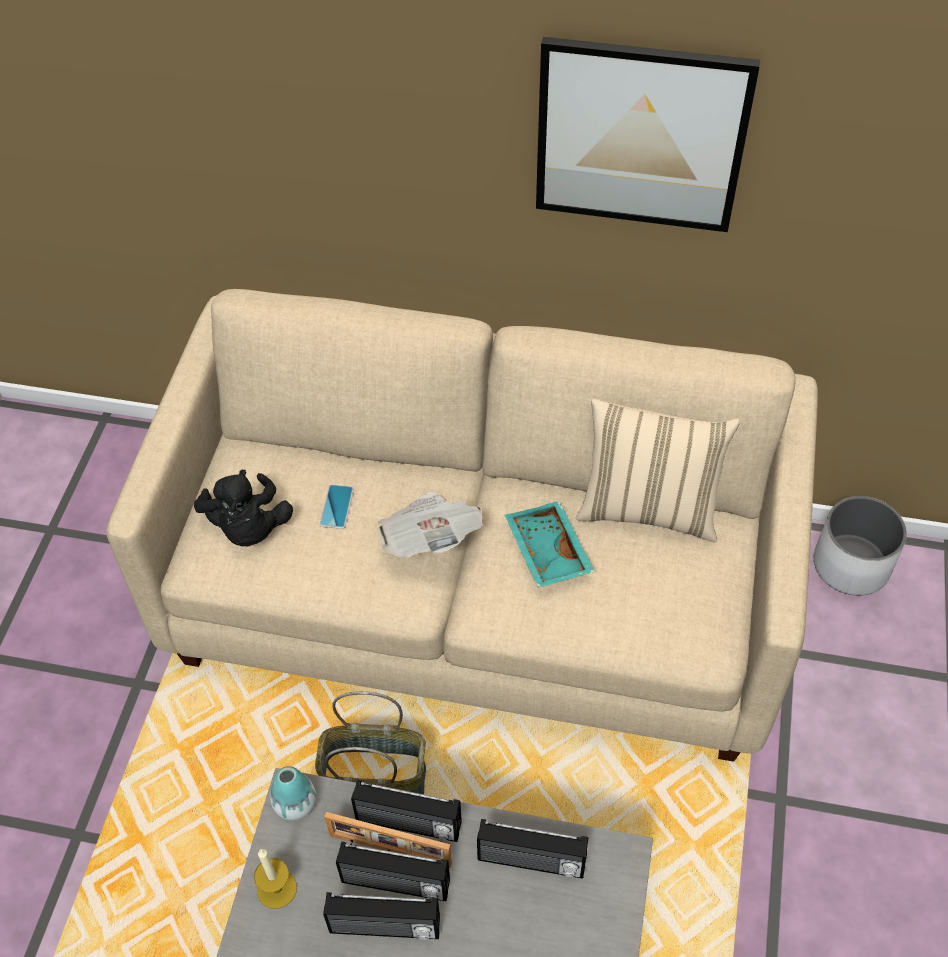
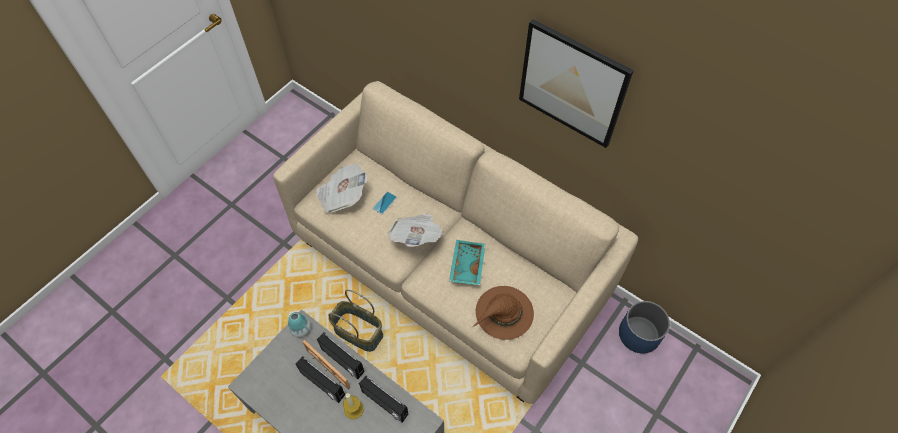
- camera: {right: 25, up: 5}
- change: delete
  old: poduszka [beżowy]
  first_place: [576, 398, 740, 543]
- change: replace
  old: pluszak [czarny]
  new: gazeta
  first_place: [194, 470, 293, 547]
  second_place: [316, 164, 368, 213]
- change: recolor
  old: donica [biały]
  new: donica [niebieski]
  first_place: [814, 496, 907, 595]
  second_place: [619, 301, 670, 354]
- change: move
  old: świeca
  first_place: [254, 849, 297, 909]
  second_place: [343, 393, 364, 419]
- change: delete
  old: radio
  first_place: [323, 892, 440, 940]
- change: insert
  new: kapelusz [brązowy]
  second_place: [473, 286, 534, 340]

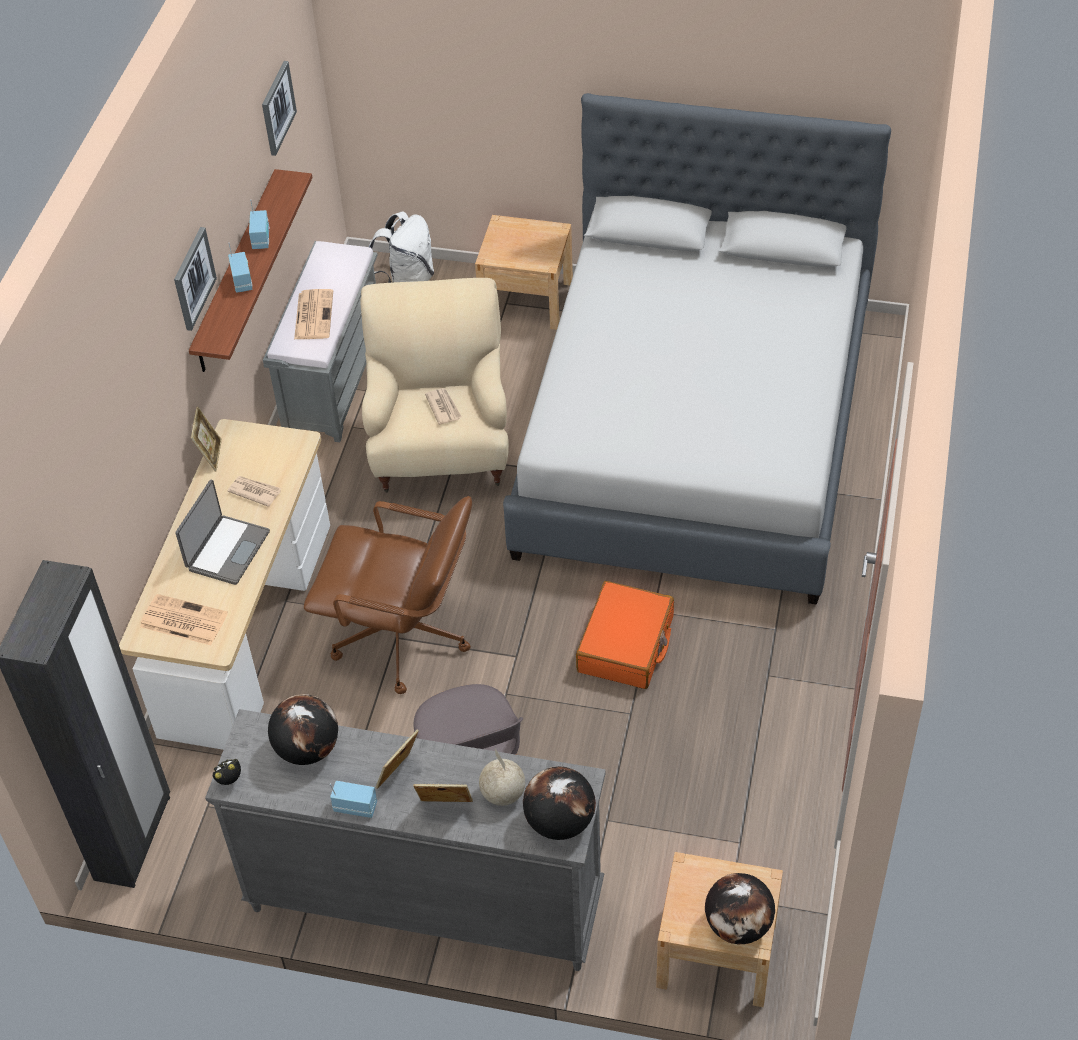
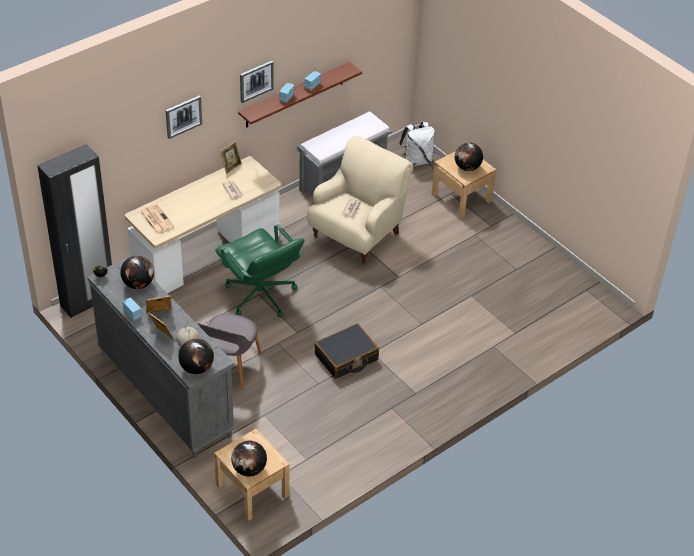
- camera: {right: 35, up: -5}
- change: move
  old: obraz
  first_place: [262, 61, 297, 156]
  second_place: [166, 96, 202, 139]
- change: delete
  old: łóżko [szary]
  first_place: [503, 93, 891, 605]
- change: delete
  old: gazeta
  first_place: [294, 289, 333, 340]
- change: delete
  old: laptop
  first_place: [175, 480, 270, 585]
- change: recolor
  old: krzesło biurowe [brązowy]
  new: krzesło biurowe [zielony]
  first_place: [304, 496, 472, 694]
  second_place: [215, 224, 305, 317]
- change: recolor
  old: walizka [pomarańczowy]
  new: walizka [czarny]
  first_place: [576, 581, 674, 689]
  second_place: [314, 324, 379, 379]
- change: insert
  new: globus
  second_place: [455, 143, 483, 171]

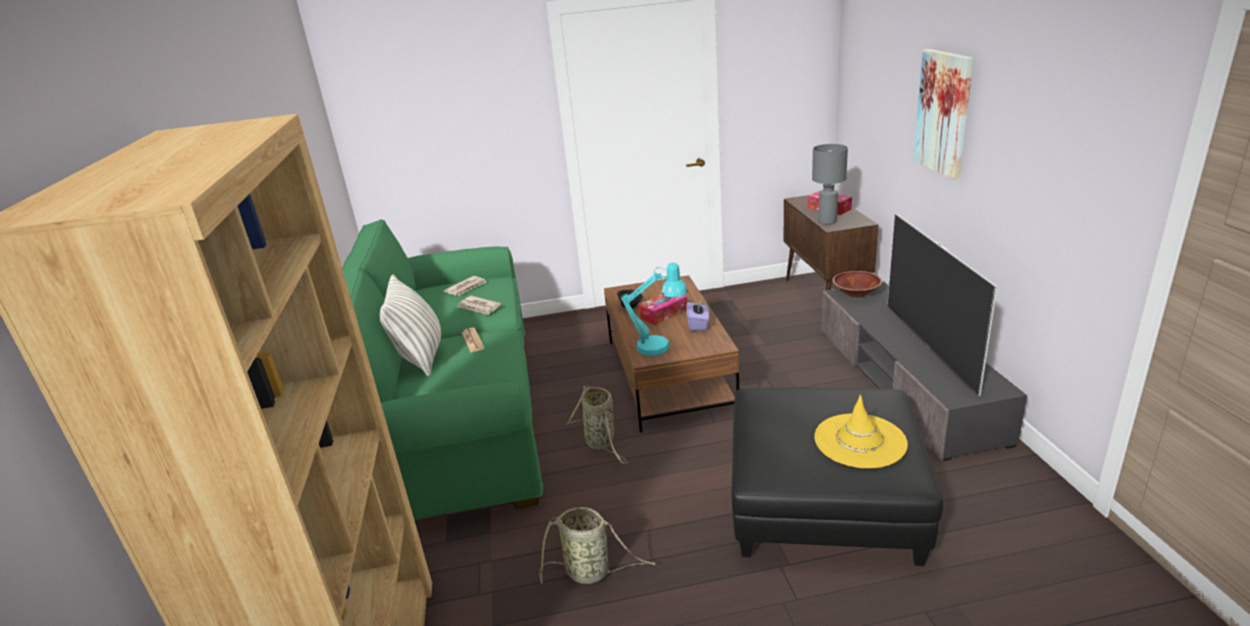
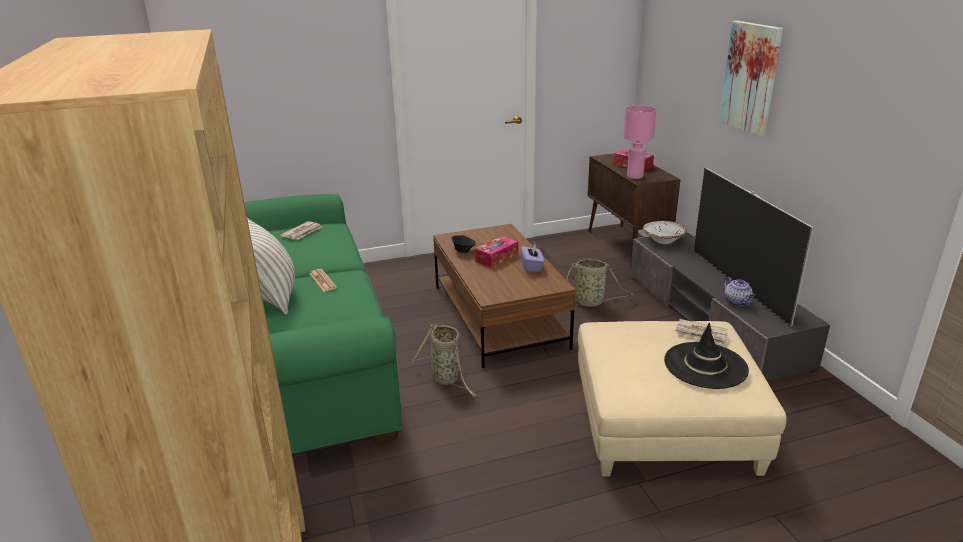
- camera: {right: -10, up: 0}
- change: recolor
  old: lampa stołowa [szary]
  new: lampa stołowa [różowy]
  first_place: [812, 144, 848, 225]
  second_place: [623, 105, 656, 179]
- change: delete
  old: lampa stołowa [turkusowy]
  first_place: [621, 263, 688, 356]
- change: recolor
  old: miska [brązowy]
  new: miska [biały]
  first_place: [832, 271, 883, 297]
  second_place: [643, 221, 687, 244]
- change: move
  old: gazeta
  first_place: [457, 296, 501, 315]
  second_place: [675, 319, 728, 345]
- change: recolor
  old: pufa [czarny]
  new: pufa [beżowy]
  first_place: [732, 387, 943, 566]
  second_place: [578, 321, 787, 476]
- change: recolor
  old: kapelusz [żółty]
  new: kapelusz [czarny]
  first_place: [814, 395, 908, 469]
  second_place: [664, 323, 749, 389]
- change: move
  old: koszyk
  first_place: [539, 507, 656, 584]
  second_place: [566, 259, 633, 307]
- change: insert
  new: imbryk
  second_place: [724, 277, 756, 306]

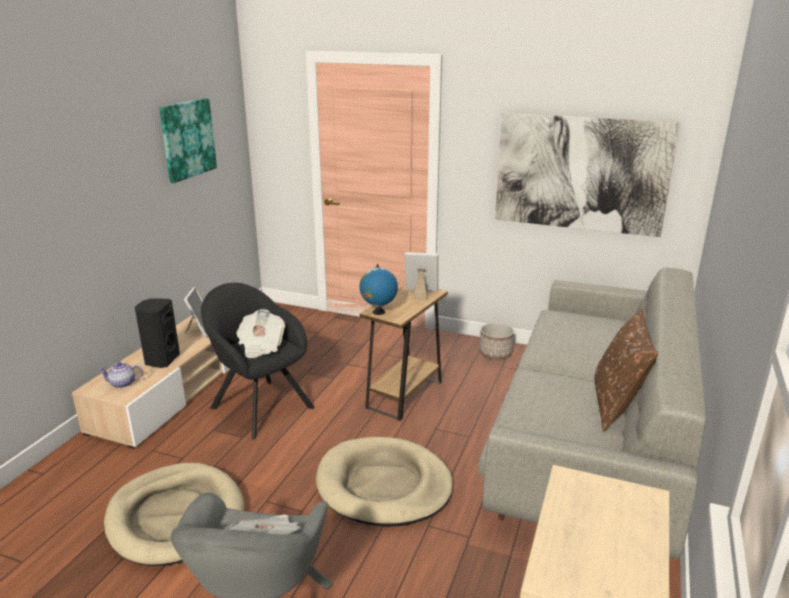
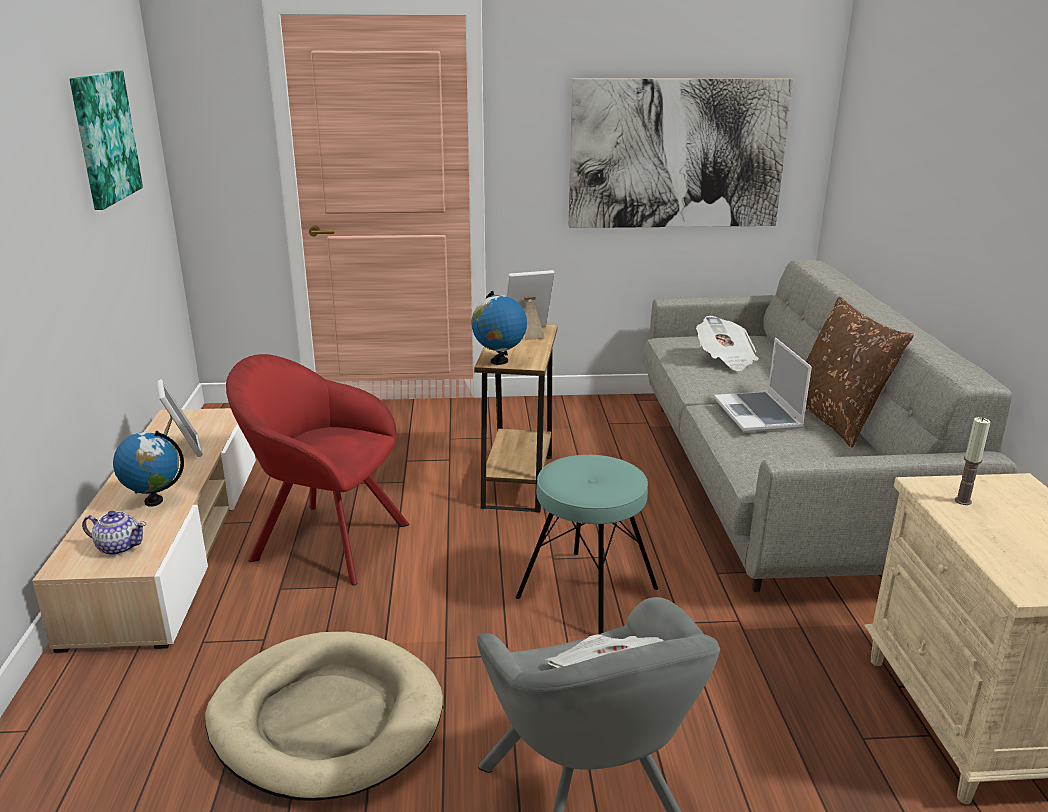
- camera: {right: -25, up: 0}
- change: recolor
  old: fotel [czarny]
  new: fotel [czerwony]
  first_place: [201, 283, 315, 439]
  second_place: [226, 354, 409, 585]
- change: replace
  old: głośnik [czarny]
  new: globus
  first_place: [135, 299, 180, 368]
  second_place: [113, 431, 184, 507]
- change: move
  old: gazeta
  first_place: [236, 309, 285, 358]
  second_place: [696, 316, 759, 371]
- change: delete
  old: donica
  first_place: [479, 323, 514, 359]
- change: rotate
  old: imbryk
  first_place: [98, 362, 143, 388]
  second_place: [82, 511, 146, 555]
  degrees: -135
- change: replace
  old: legowisko [beżowy]
  new: stołek [turkusowy]
  first_place: [316, 437, 453, 527]
  second_place: [516, 455, 658, 634]
- change: insert
  new: laptop
  second_place: [714, 338, 812, 432]
- change: insert
  new: świeca
  second_place: [955, 417, 990, 505]

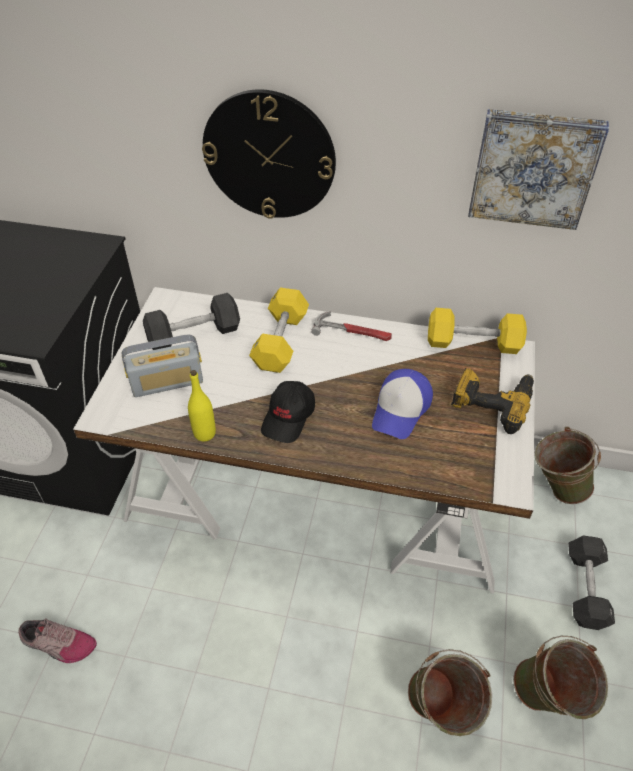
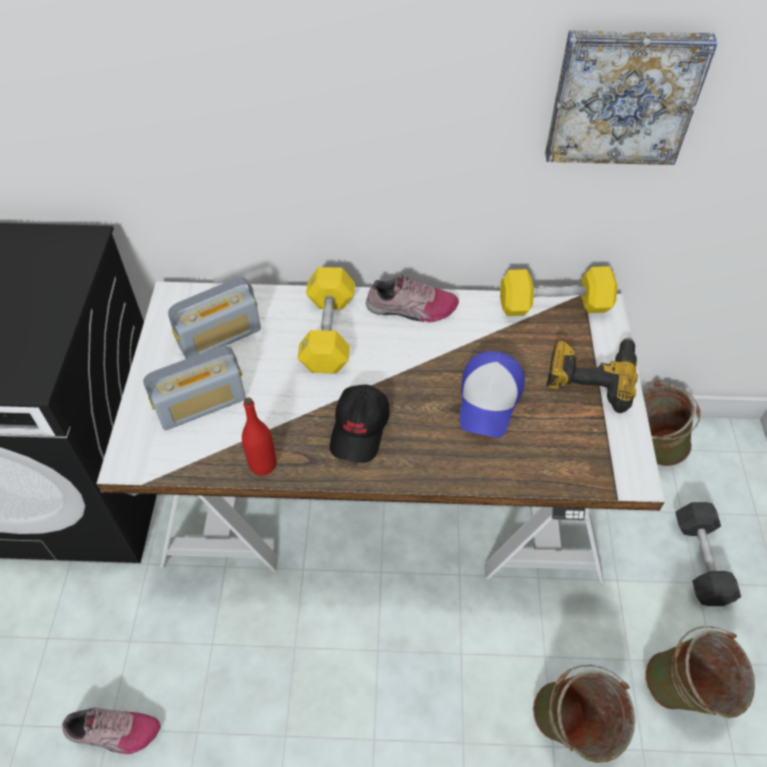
- camera: {right: -10, up: 5}
- change: delete
  old: zegar ścienny
  first_place: [202, 89, 336, 219]
- change: replace
  old: hantel [czarny]
  new: radio
  first_place: [143, 293, 240, 350]
  second_place: [168, 277, 261, 359]
- change: replace
  old: młotek
  new: but
  first_place: [311, 311, 392, 341]
  second_place: [366, 274, 459, 322]
- change: recolor
  old: butelka [żółty]
  new: butelka [czerwony]
  first_place: [188, 370, 216, 441]
  second_place: [242, 397, 276, 476]

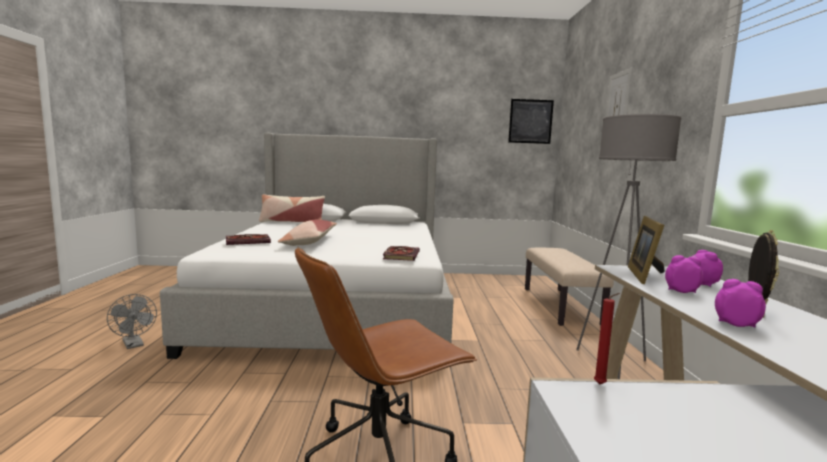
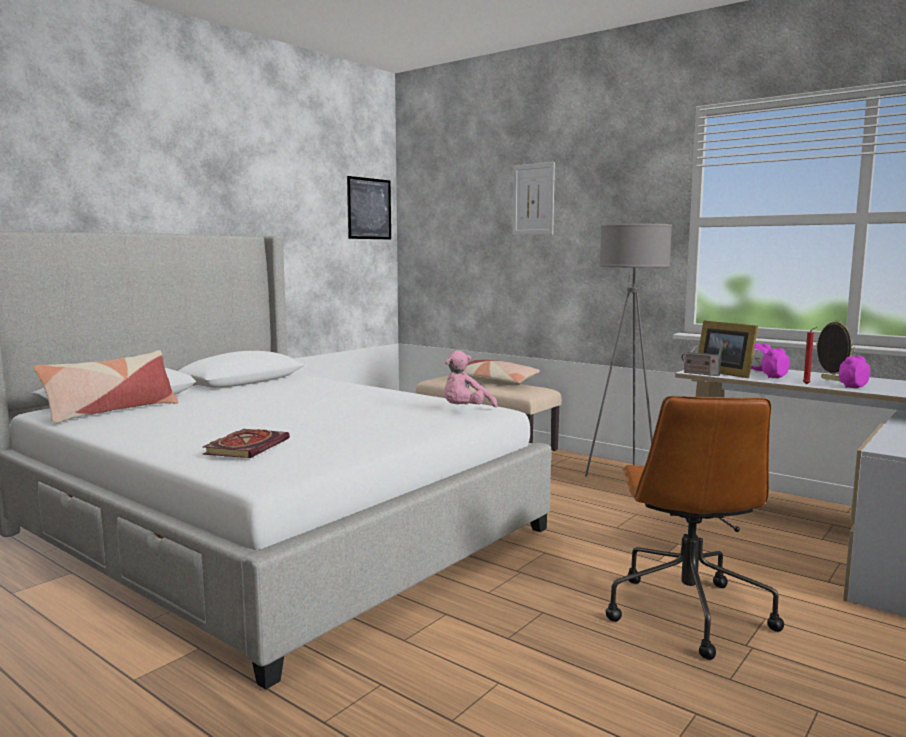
- camera: {right: -50, up: 0}
- change: move
  old: poduszka
  first_place: [278, 220, 337, 246]
  second_place: [463, 360, 540, 385]
- change: replace
  old: książka
  new: pluszak [różowy]
  first_place: [383, 246, 420, 261]
  second_place: [444, 350, 497, 408]
- change: move
  old: świeca [czerwony]
  first_place: [594, 293, 620, 384]
  second_place: [803, 327, 817, 384]
- change: delete
  old: wentylator [szary]
  first_place: [107, 294, 157, 349]
- change: insert
  new: radio
  second_place: [681, 342, 721, 376]

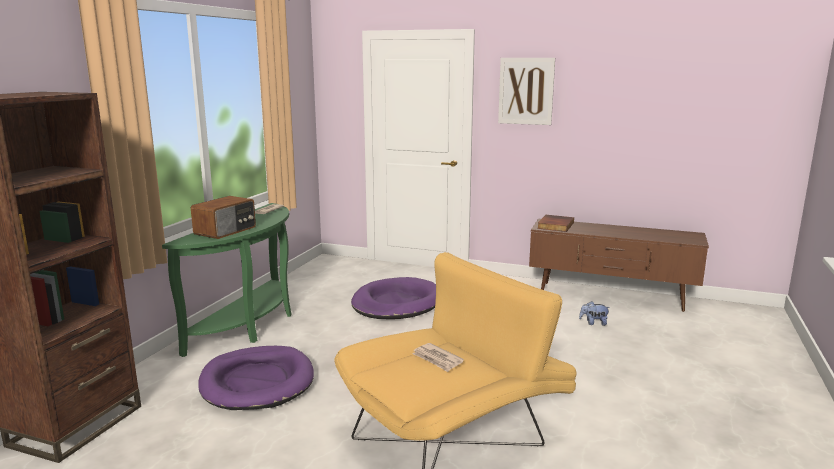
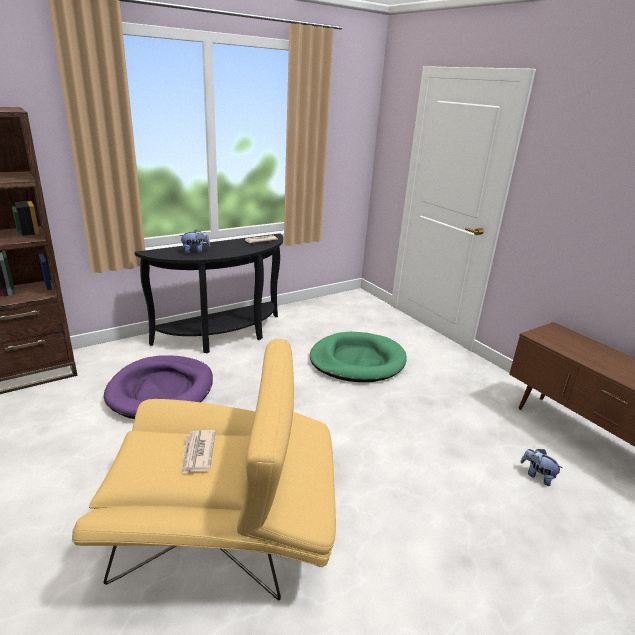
- camera: {right: 35, up: 10}
- change: delete
  old: obraz
  first_place: [498, 58, 555, 125]
- change: replace
  old: radio
  new: pluszak
  first_place: [191, 196, 256, 239]
  second_place: [179, 230, 210, 254]
- change: recolor
  old: stolik konsolowy [zielony]
  new: stolik konsolowy [czarny]
  first_place: [162, 203, 292, 357]
  second_place: [135, 233, 283, 353]
- change: delete
  old: książka
  first_place: [537, 215, 574, 232]
- change: recolor
  old: legowisko [fioletowy]
  new: legowisko [zielony]
  first_place: [351, 277, 436, 319]
  second_place: [310, 332, 407, 382]

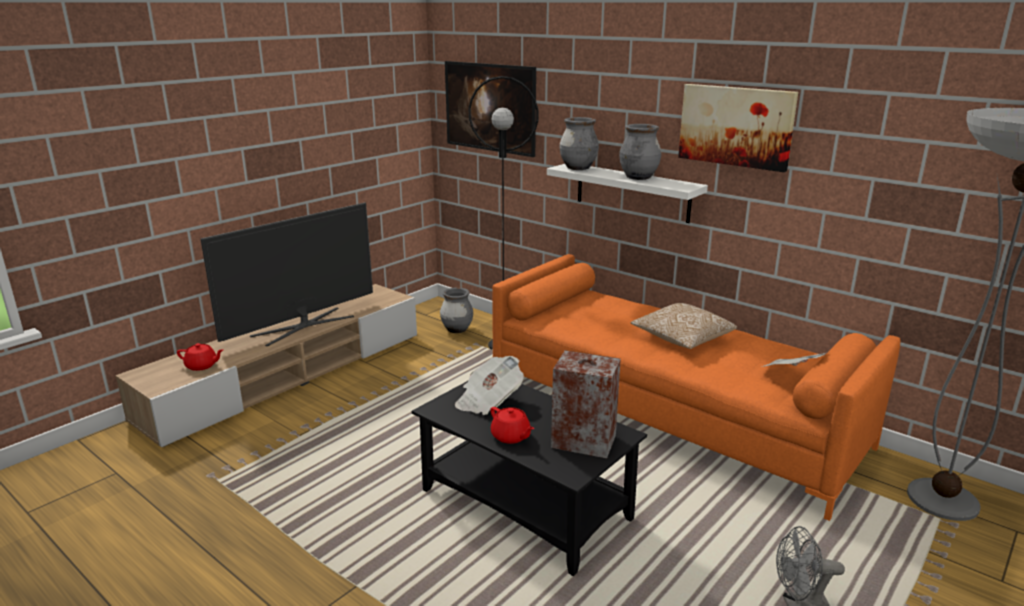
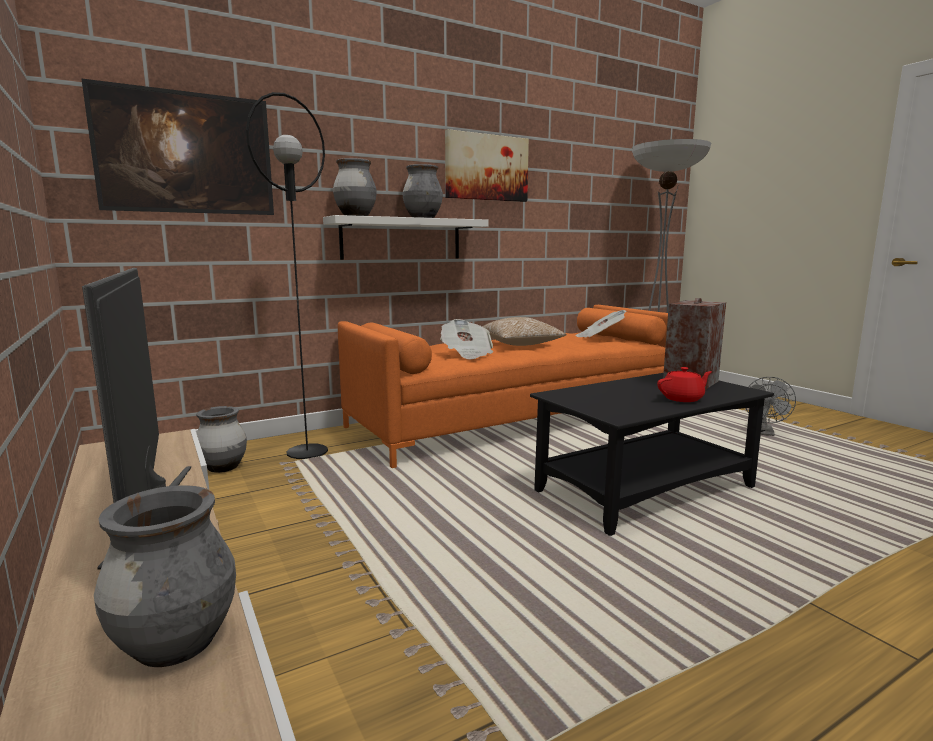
- camera: {right: -70, up: -10}
- change: replace
  old: imbryk [czerwony]
  new: wazon [szary]
  first_place: [177, 343, 223, 371]
  second_place: [94, 485, 236, 667]
- change: move
  old: gazeta
  first_place: [455, 356, 524, 415]
  second_place: [441, 319, 493, 359]

